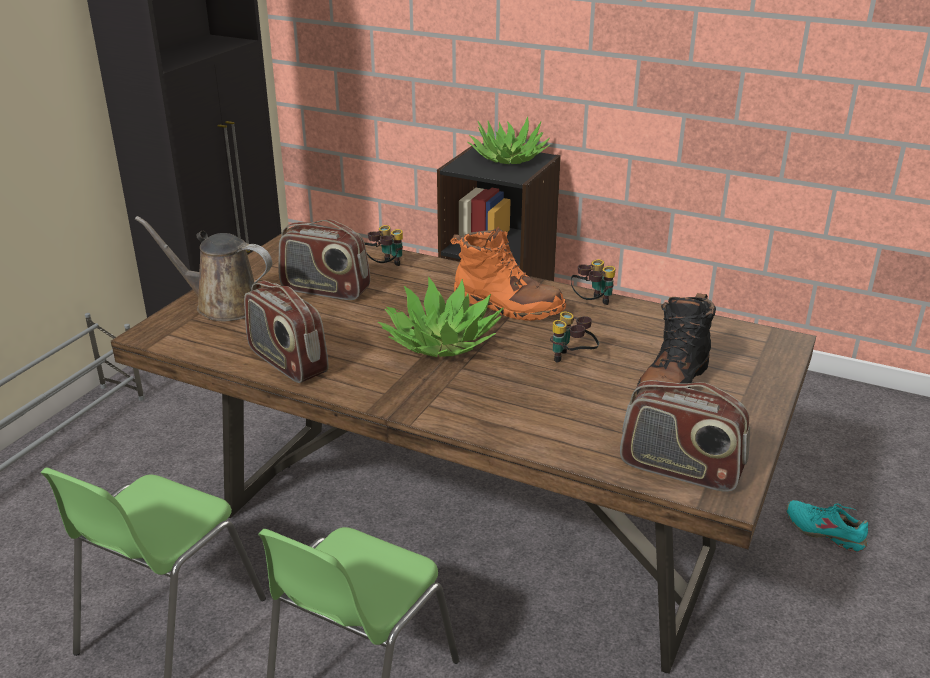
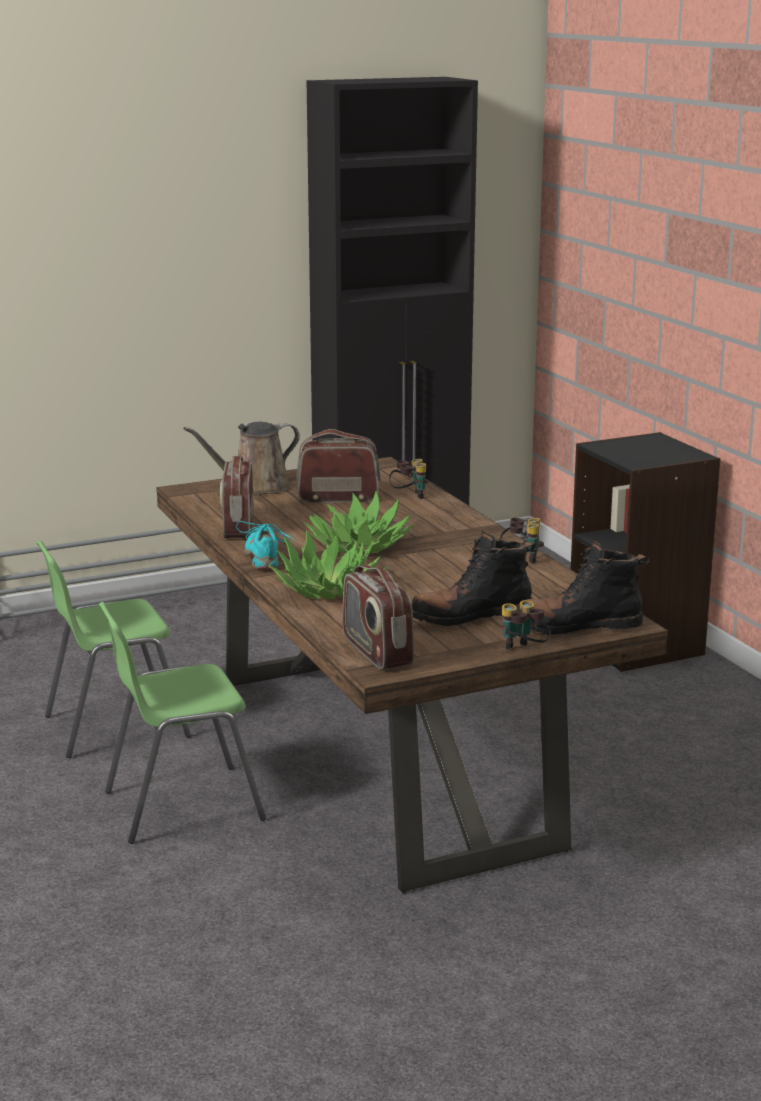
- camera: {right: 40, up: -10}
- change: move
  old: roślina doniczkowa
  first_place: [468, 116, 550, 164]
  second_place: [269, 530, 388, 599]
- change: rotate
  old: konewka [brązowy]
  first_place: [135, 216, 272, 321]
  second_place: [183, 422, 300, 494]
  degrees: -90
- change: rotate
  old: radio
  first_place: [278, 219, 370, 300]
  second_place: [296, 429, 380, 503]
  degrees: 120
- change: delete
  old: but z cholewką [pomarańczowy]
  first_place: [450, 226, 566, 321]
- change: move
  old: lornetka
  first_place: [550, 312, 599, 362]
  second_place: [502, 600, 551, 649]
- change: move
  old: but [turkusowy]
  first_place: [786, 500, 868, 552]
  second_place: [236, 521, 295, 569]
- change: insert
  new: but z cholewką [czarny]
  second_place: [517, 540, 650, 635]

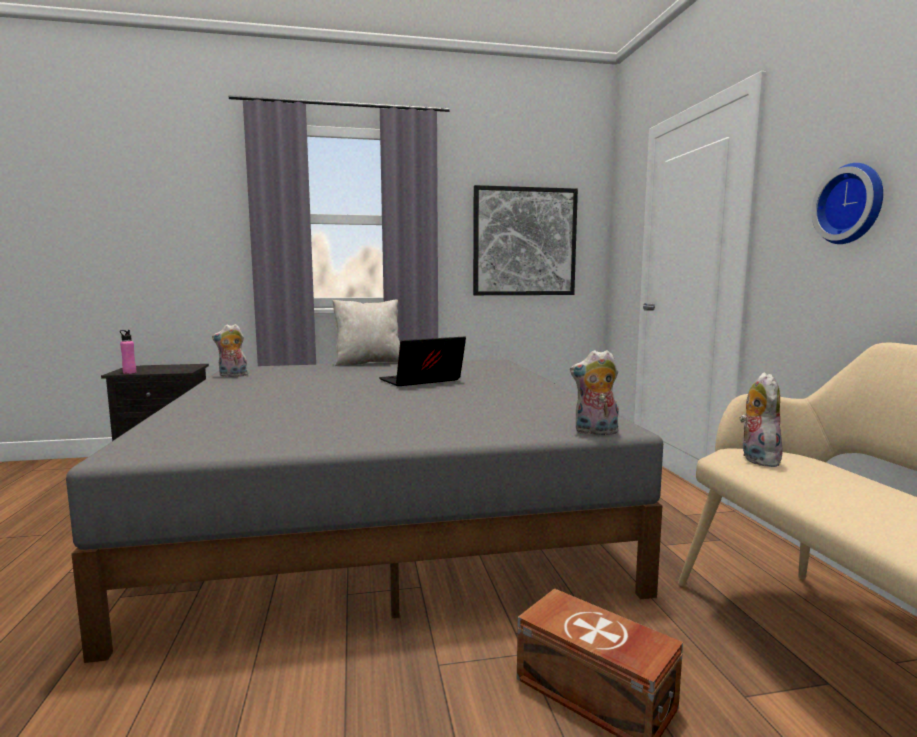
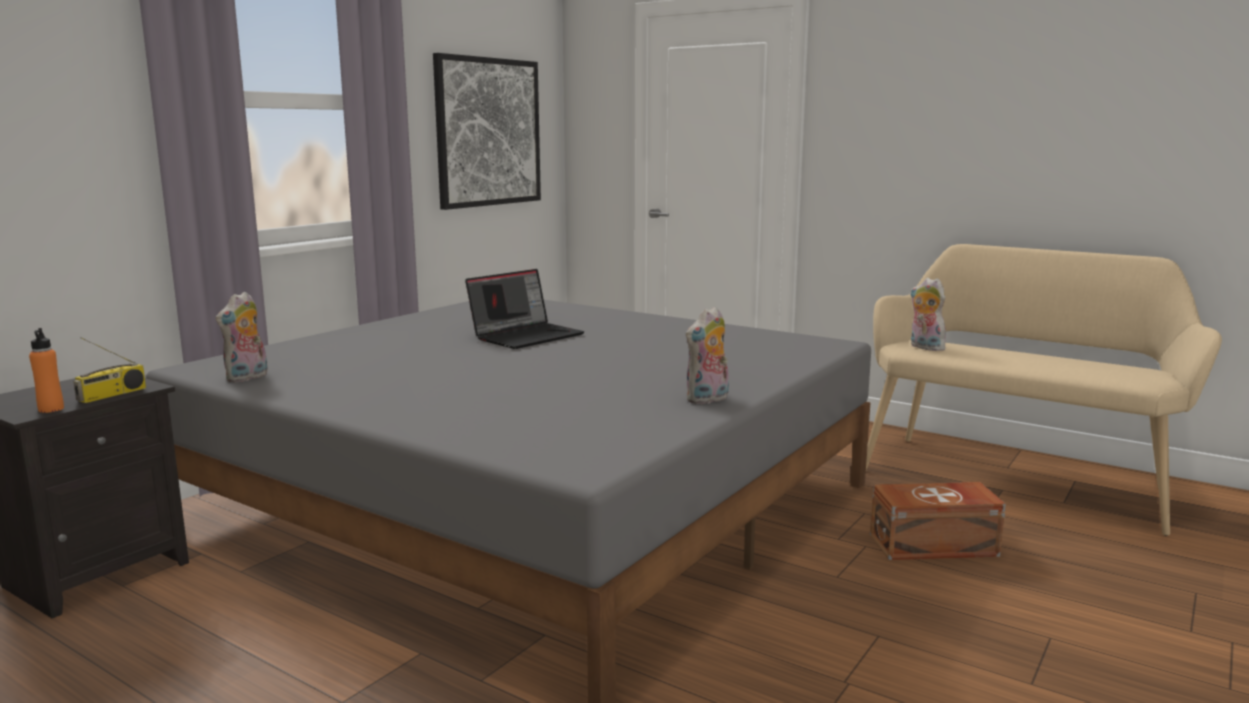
- camera: {right: -45, up: 5}
- change: delete
  old: zegar ścienny
  first_place: [811, 163, 883, 244]
- change: delete
  old: poduszka [beżowy]
  first_place: [332, 300, 400, 366]
- change: recolor
  old: butelka [różowy]
  new: butelka [pomarańczowy]
  first_place: [120, 330, 136, 374]
  second_place: [29, 328, 64, 413]
- change: rotate
  old: laptop
  first_place: [379, 336, 466, 386]
  second_place: [465, 269, 584, 349]
  degrees: -150
- change: move
  old: pluszak
  first_place: [570, 350, 619, 435]
  second_place: [686, 307, 729, 404]
- change: insert
  new: radio
  second_place: [73, 337, 146, 403]

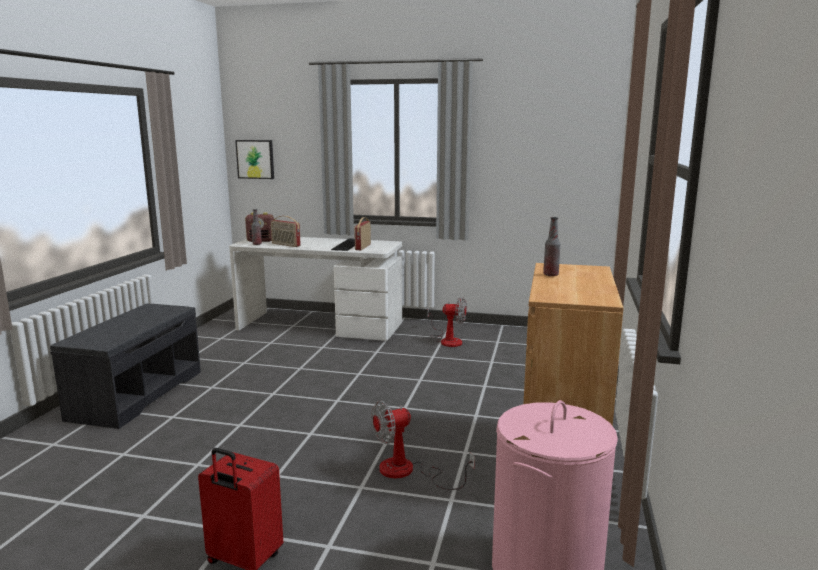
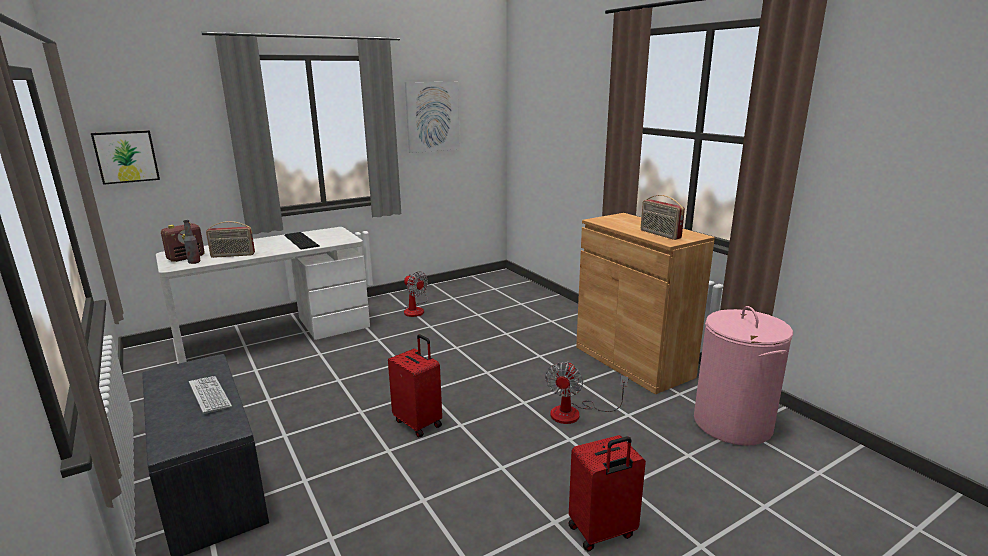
- camera: {right: -45, up: 5}
- change: move
  old: radio
  first_place: [354, 217, 371, 250]
  second_place: [641, 195, 685, 240]
- change: delete
  old: butelka
  first_place: [543, 217, 560, 276]
- change: rotate
  old: wentylator
  first_place: [427, 297, 467, 347]
  second_place: [404, 271, 428, 317]
  degrees: 75
- change: insert
  new: obraz
  second_place: [405, 82, 460, 153]
- change: insert
  new: walizka [czerwony]
  second_place: [388, 334, 442, 438]
- change: insert
  new: klawiatura
  second_place: [189, 376, 232, 414]

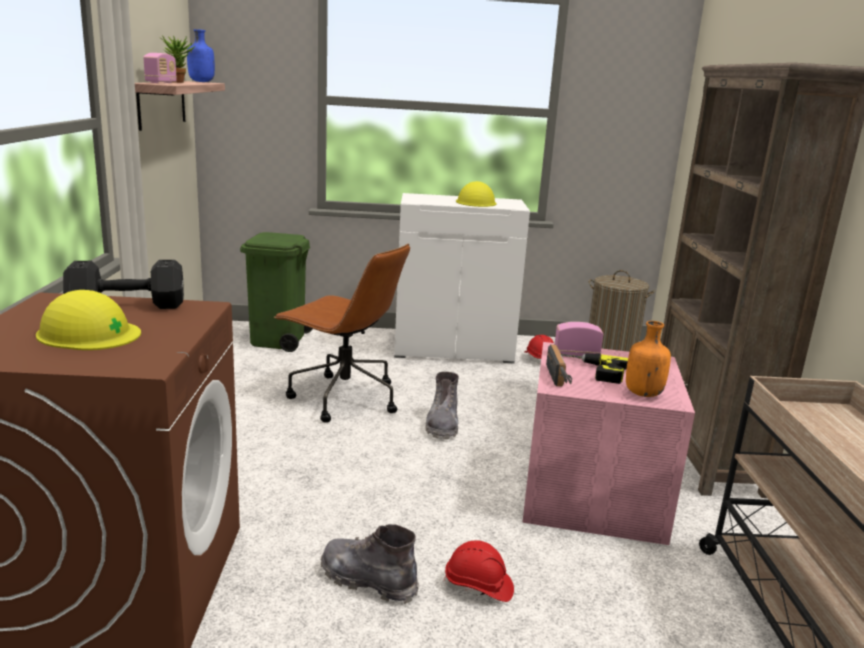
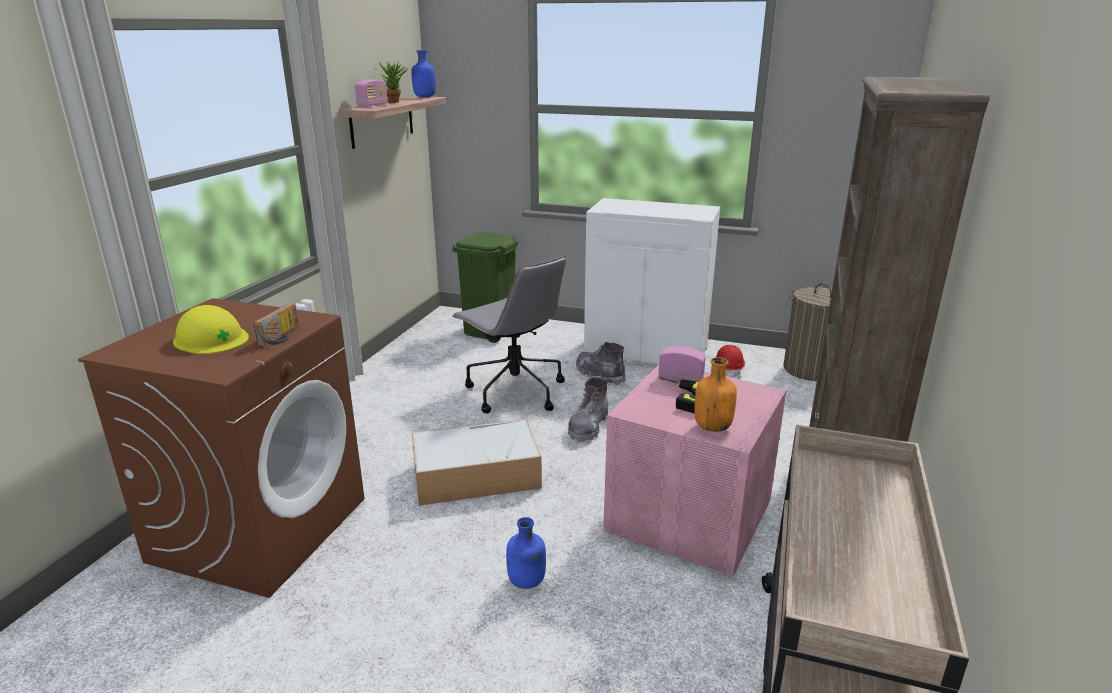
- camera: {right: 20, up: 5}
- change: delete
  old: kask [żółty]
  first_place: [456, 181, 496, 207]
- change: recolor
  old: krzesło biurowe [brązowy]
  new: krzesło biurowe [szary]
  first_place: [274, 244, 410, 423]
  second_place: [452, 256, 566, 413]
- change: delete
  old: hantel [czarny]
  first_place: [63, 260, 184, 309]
- change: move
  old: radio
  first_place: [546, 344, 572, 386]
  second_place: [254, 303, 299, 346]
- change: move
  old: but z cholewką [szary]
  first_place: [321, 524, 419, 604]
  second_place: [576, 342, 626, 385]
- change: replace
  old: kask [czerwony]
  new: butelka [niebieski]
  first_place: [443, 540, 514, 602]
  second_place: [506, 517, 546, 589]
- change: insert
  new: pojemnik do przechowywania
  second_place: [411, 419, 542, 506]

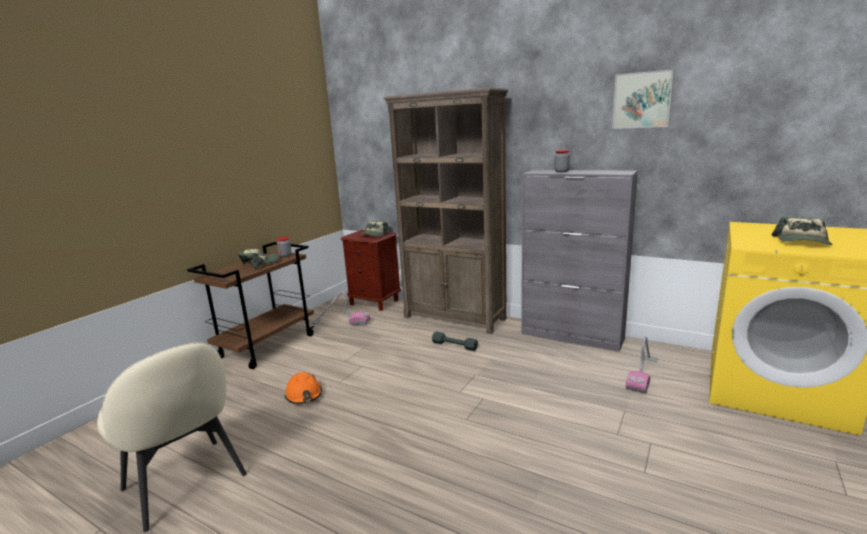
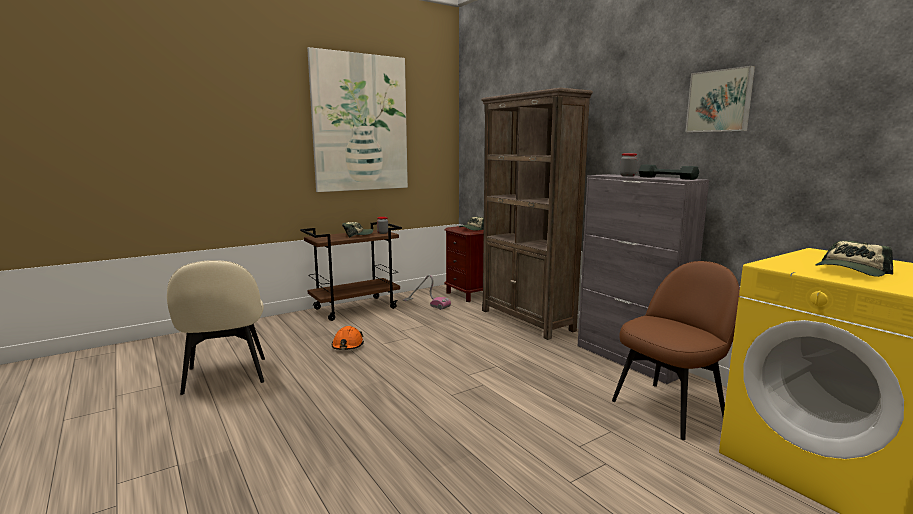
- camera: {right: 25, up: -5}
- change: move
  old: hantel [szary]
  first_place: [432, 331, 478, 351]
  second_place: [639, 165, 699, 180]
- change: replace
  old: odkurzacz
  new: krzesło [brązowy]
  first_place: [626, 336, 658, 393]
  second_place: [612, 261, 740, 440]
- change: insert
  new: obraz
  second_place: [307, 47, 408, 192]

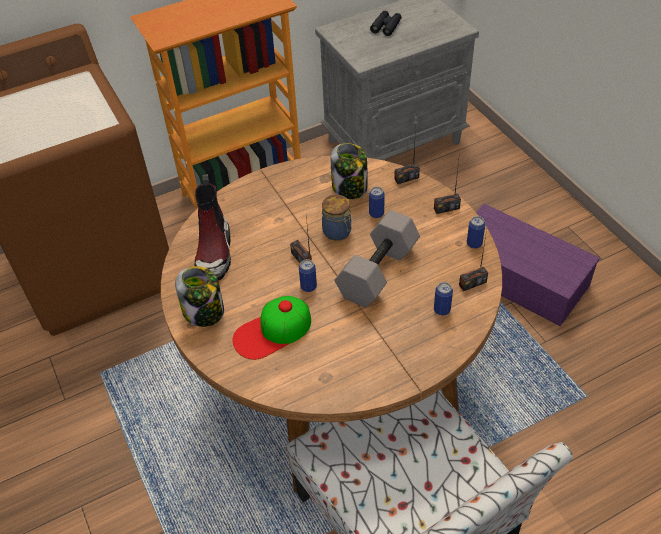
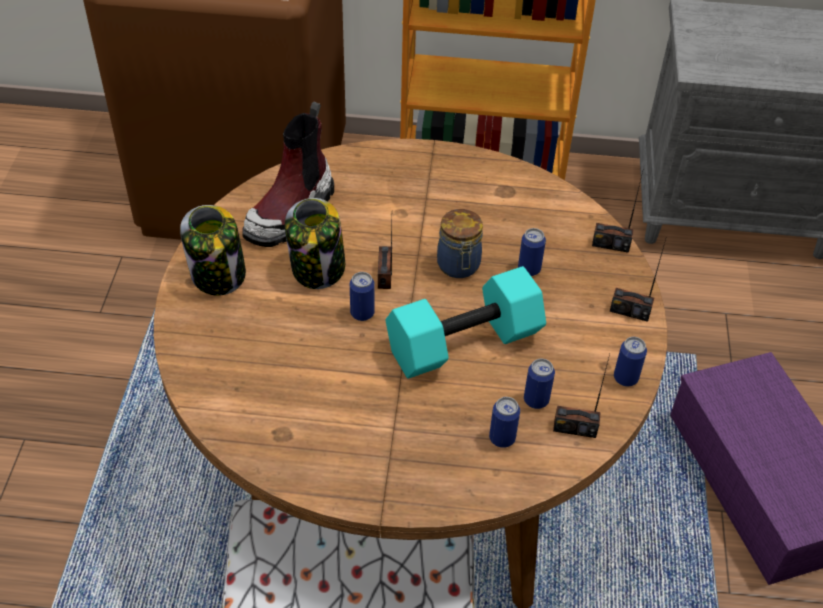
- camera: {right: 30, up: 0}
- change: delete
  old: lornetka [czarny]
  first_place: [370, 11, 402, 36]
- change: move
  old: słoik
  first_place: [331, 143, 368, 199]
  second_place: [285, 198, 345, 289]
- change: recolor
  old: hantel [szary]
  new: hantel [turkusowy]
  first_place: [335, 210, 420, 308]
  second_place: [385, 266, 546, 379]
- change: delete
  old: czapka z daszkiem
  first_place: [232, 296, 311, 360]
- change: insert
  new: puszka
  second_place: [524, 359, 555, 409]

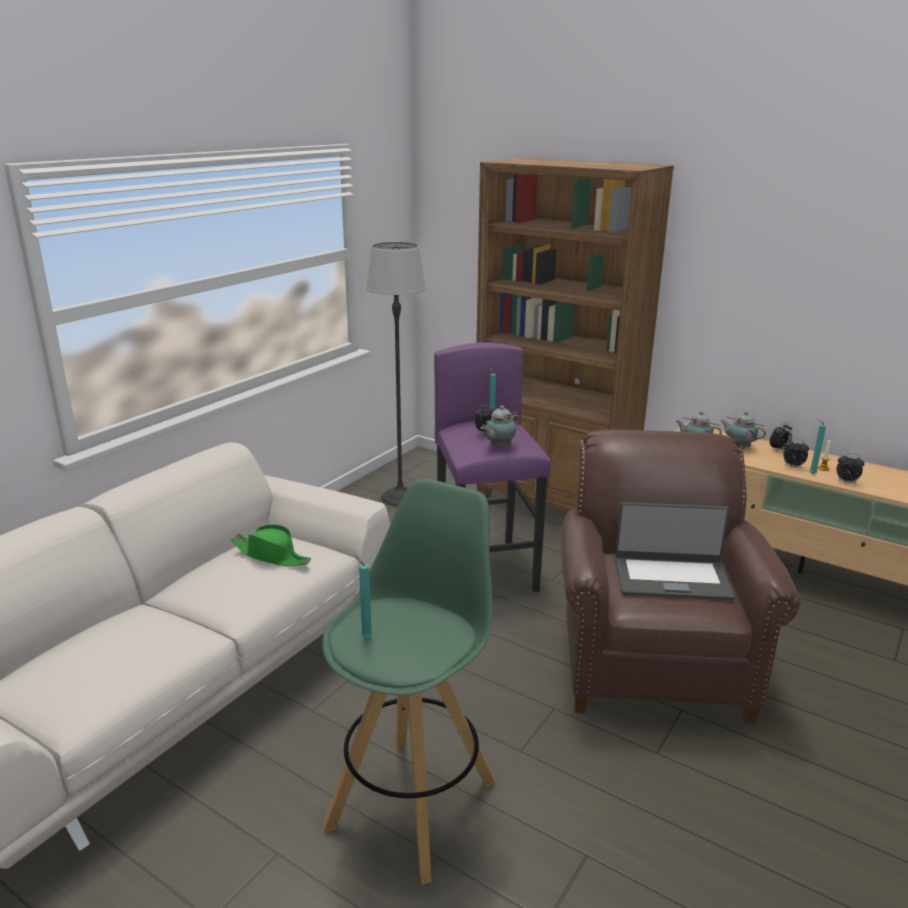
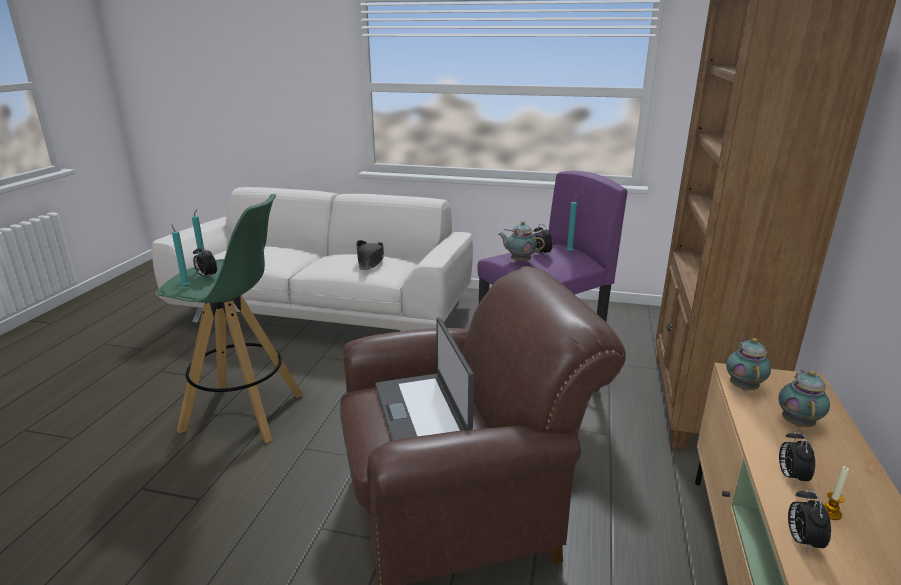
- camera: {right: 70, up: 0}
- change: delete
  old: lampa stojąca
  first_place: [366, 242, 426, 507]
- change: move
  old: świeca [turkusowy]
  first_place: [810, 420, 826, 474]
  second_place: [172, 224, 190, 287]
- change: move
  old: budzik
  first_place: [770, 422, 792, 451]
  second_place: [193, 245, 217, 278]
- change: recolor
  old: kapelusz [zielony]
  new: kapelusz [czarny]
  first_place: [231, 524, 311, 566]
  second_place: [356, 240, 384, 270]

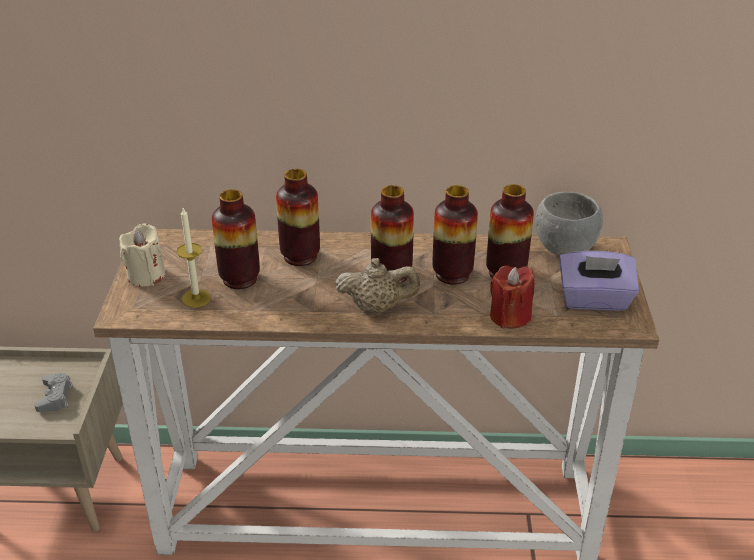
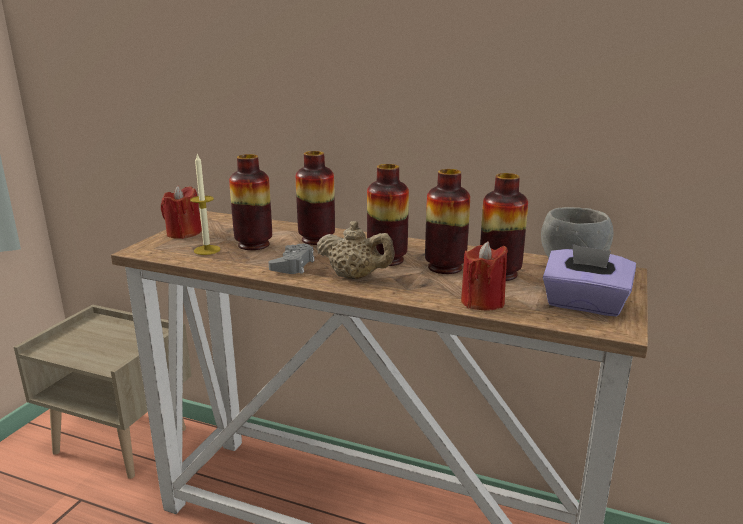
- camera: {right: 20, up: -15}
- change: recolor
  old: świeca [beżowy]
  new: świeca [czerwony]
  first_place: [119, 224, 165, 287]
  second_place: [161, 186, 202, 239]
- change: move
  old: pad do gier [szary]
  first_place: [34, 373, 73, 412]
  second_place: [268, 244, 315, 274]

